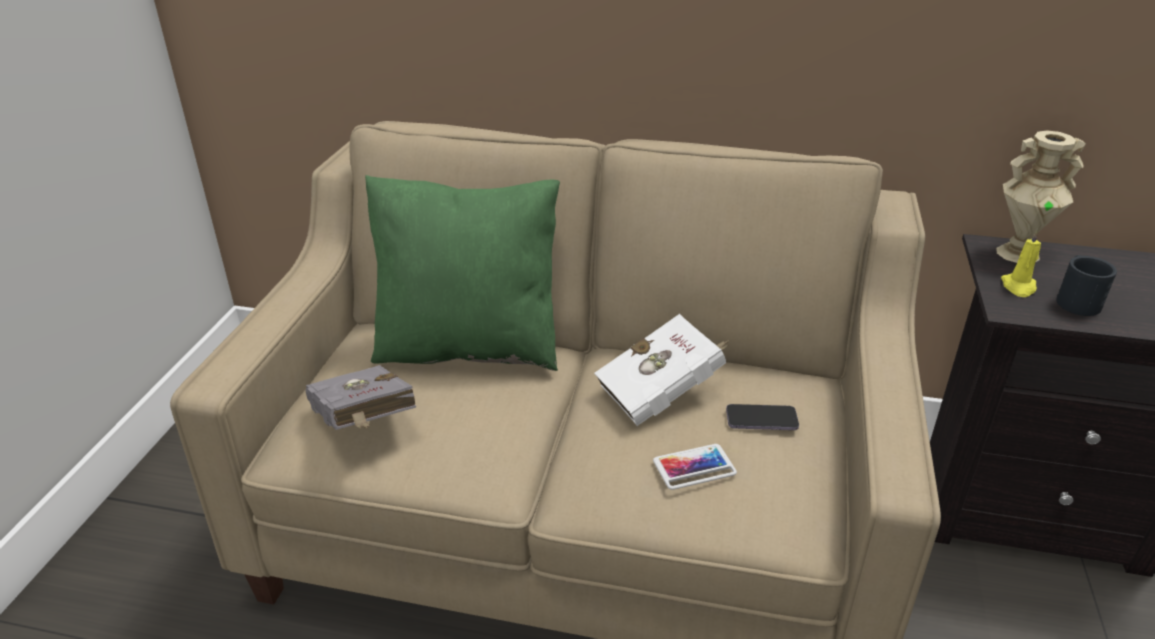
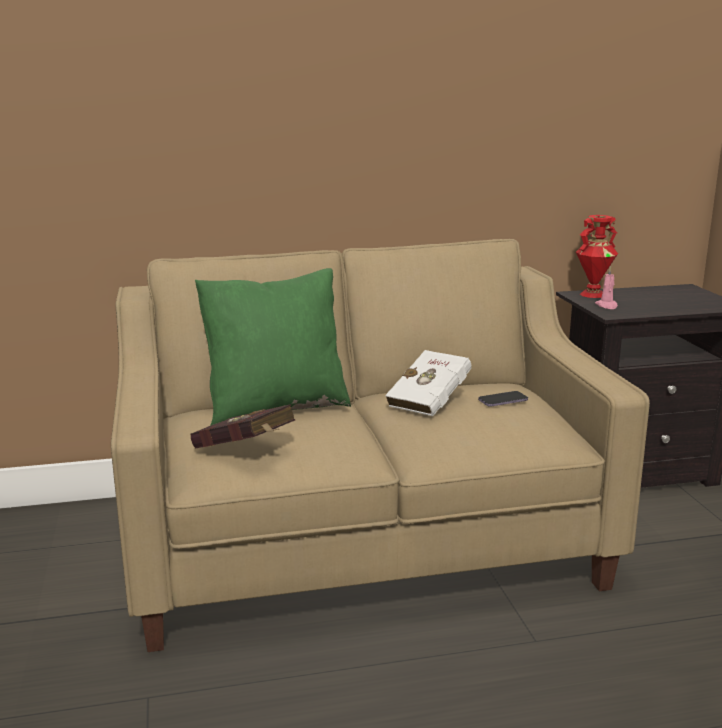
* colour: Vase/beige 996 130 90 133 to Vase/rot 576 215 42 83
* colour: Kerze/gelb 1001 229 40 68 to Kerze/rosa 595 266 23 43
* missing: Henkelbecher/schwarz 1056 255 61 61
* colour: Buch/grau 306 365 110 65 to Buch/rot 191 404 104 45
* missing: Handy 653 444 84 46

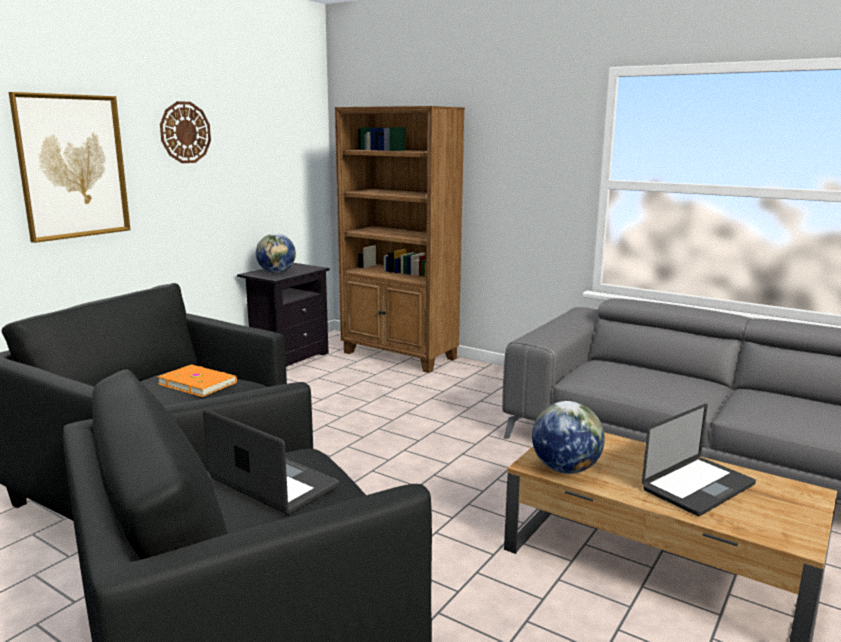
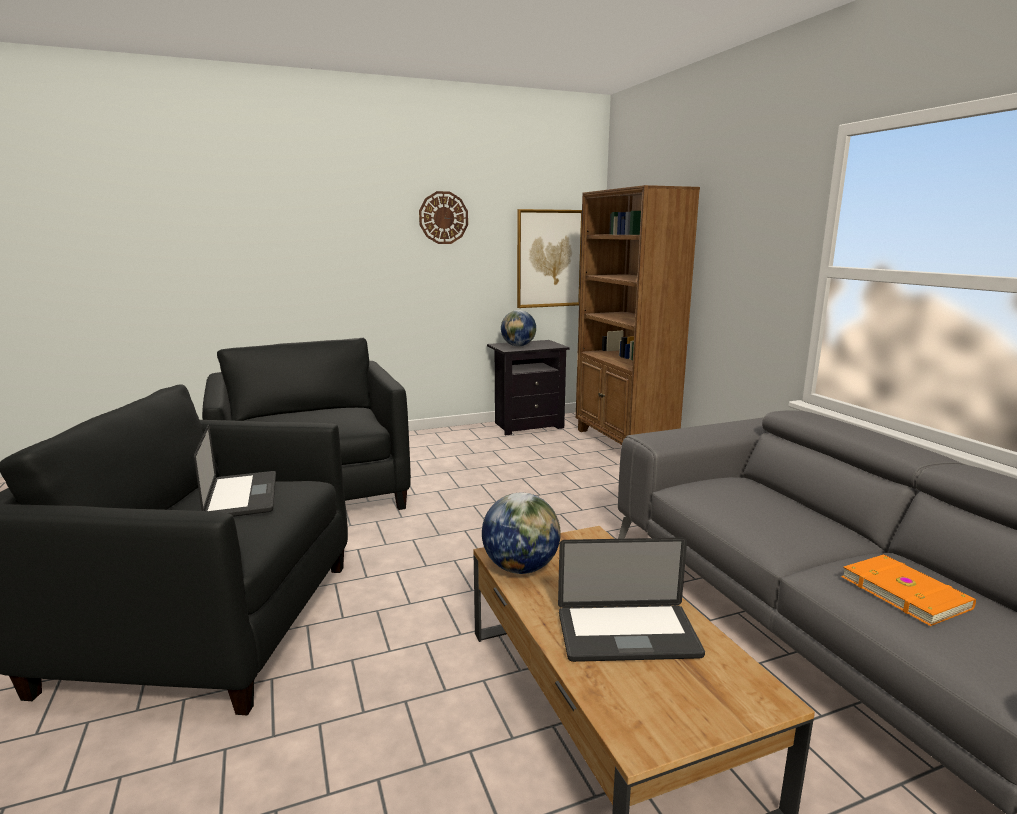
* relocated: Bild 9 92 122 151 to 517 209 65 99
* relocated: Buch/orange 157 364 80 33 to 842 554 134 72

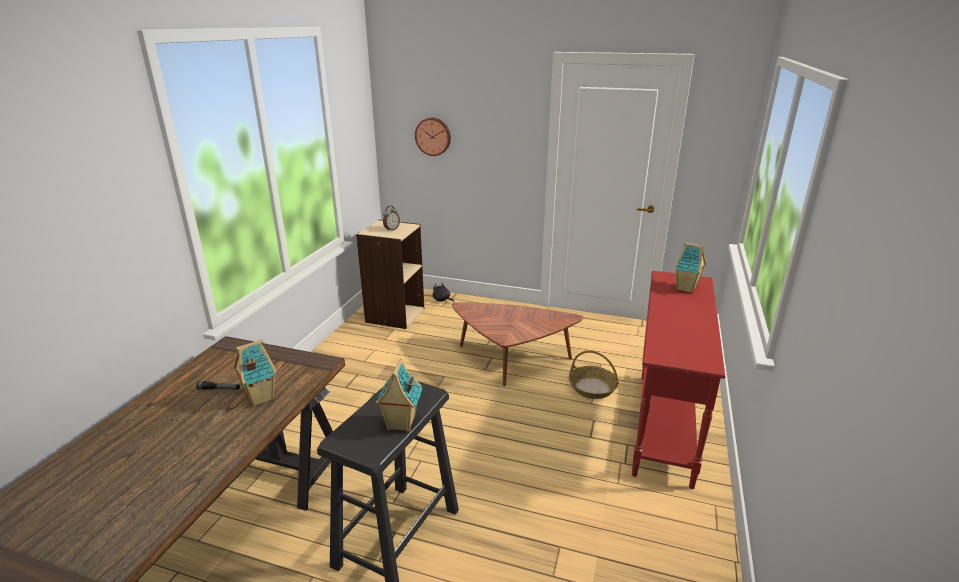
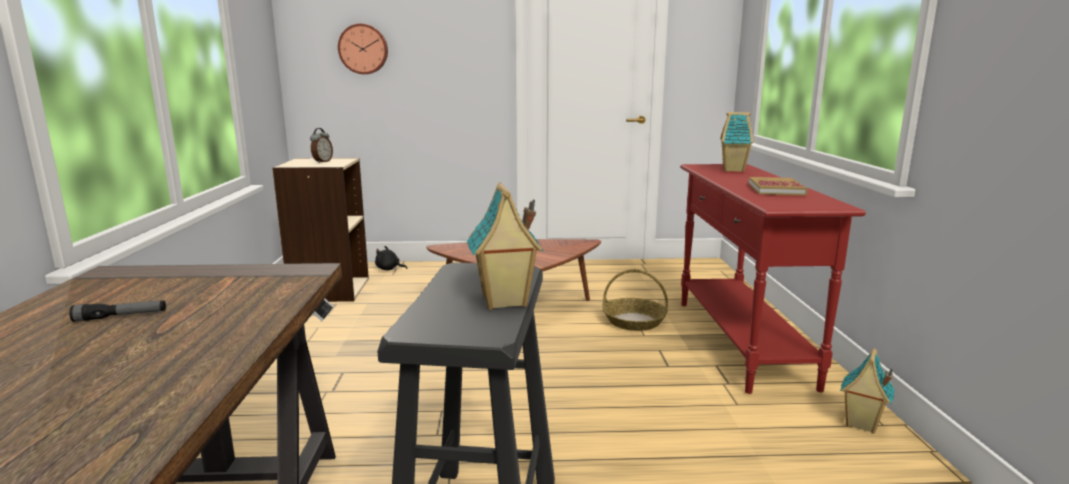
* relocated: Spielzeughaus 233 340 44 66 to 840 348 55 86
* appeared: Buch 749 177 59 19

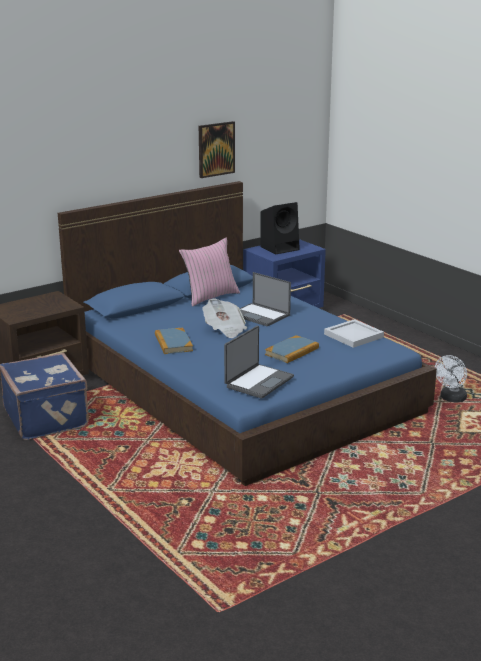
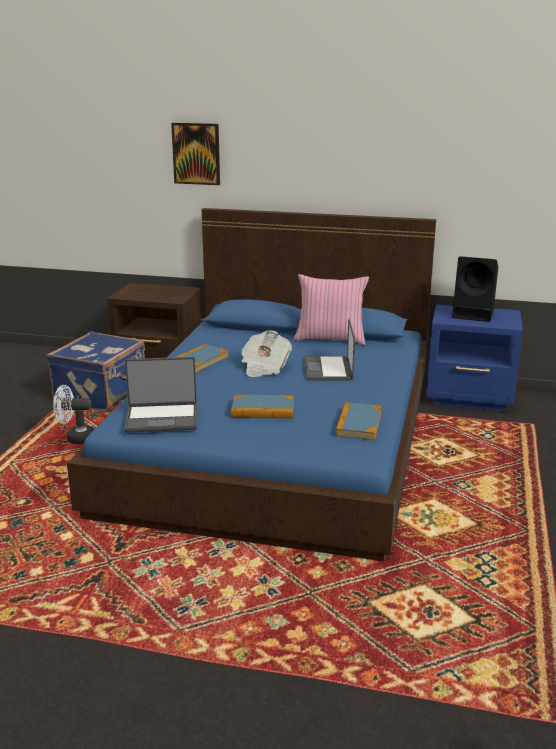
* relocated: Bild 199 121 36 57 to 171 123 49 62
* exchanged: Tablett/weiß 324 319 60 29 to Buch 335 402 47 38
* relocated: Ventilator/weiß 435 355 32 48 to 53 385 42 59

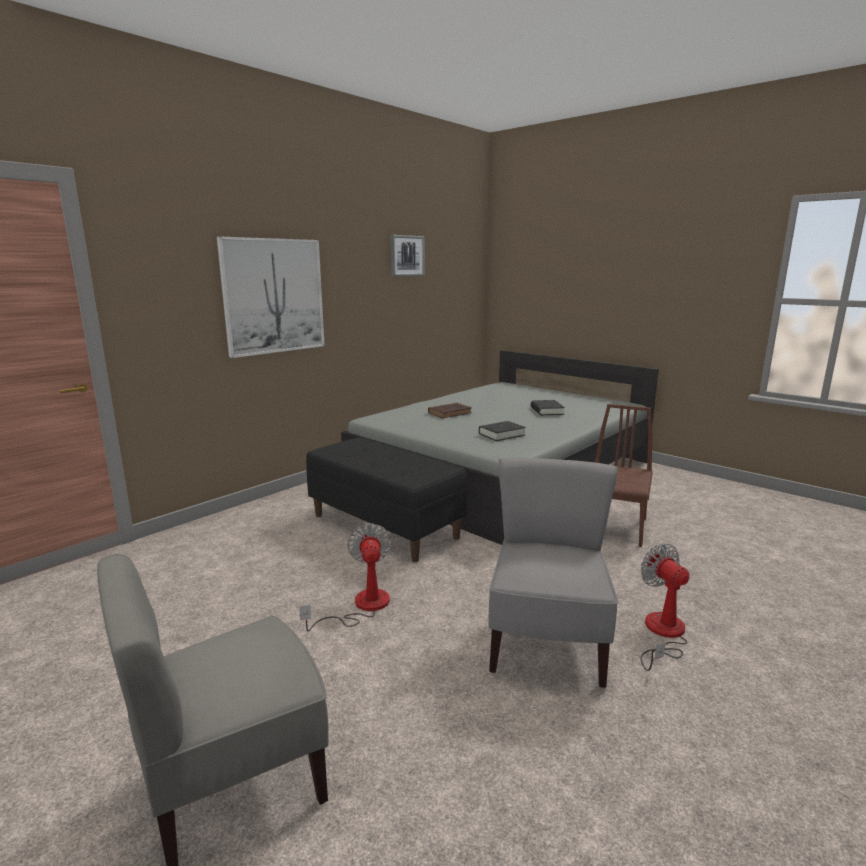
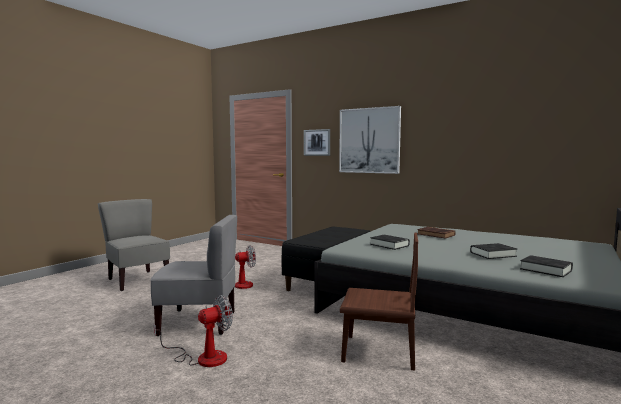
* relocated: Bild 390 235 35 42 to 304 129 26 27
* appeared: Buch/schwarz 520 255 53 22

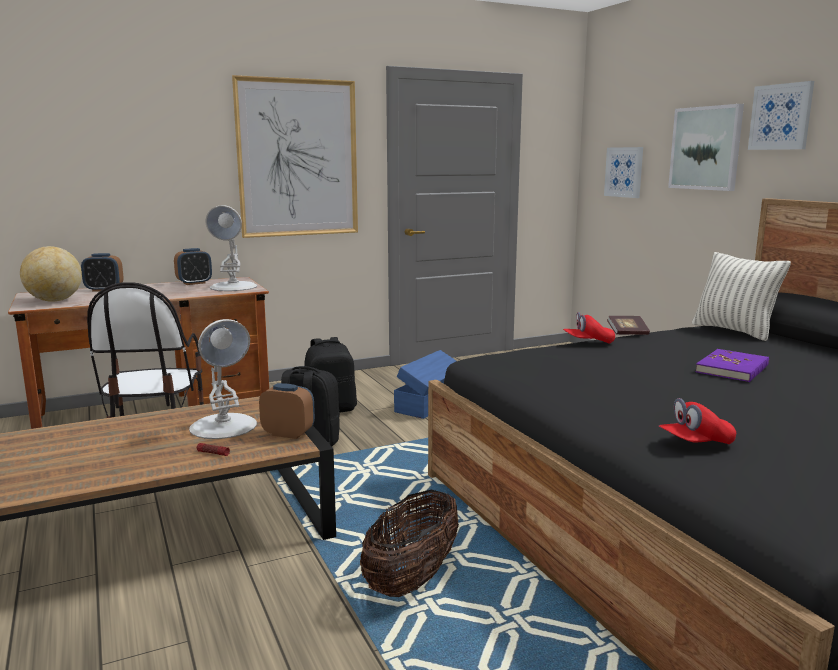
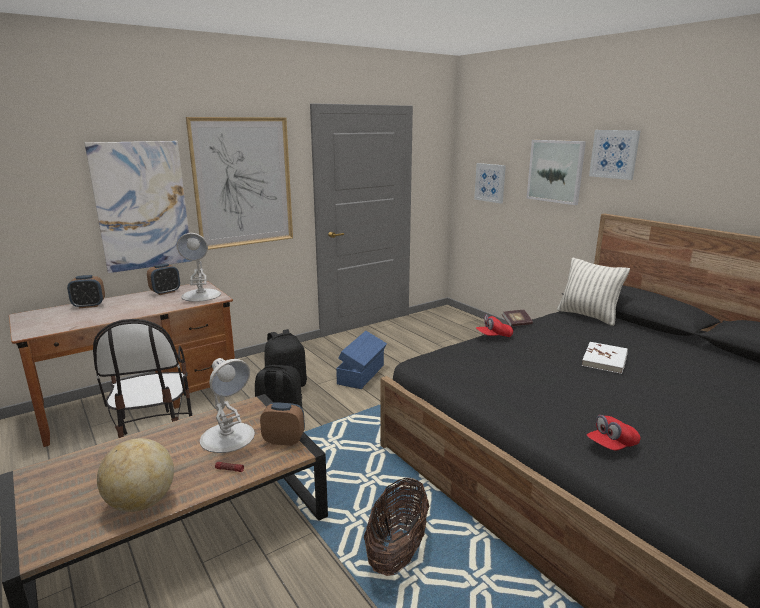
* relocated: Globus 20 246 62 56 to 97 438 77 74
* colour: Buch/lila 696 349 73 33 to Buch/weiß 582 342 46 32
* appeared: Bild 85 141 106 132

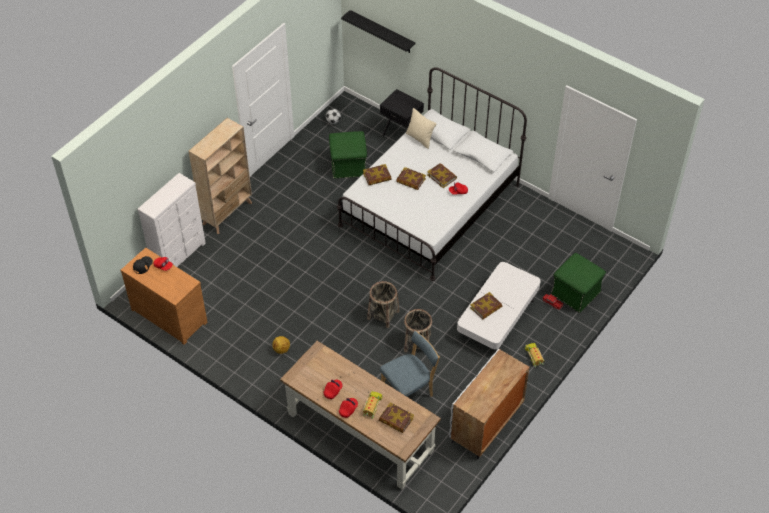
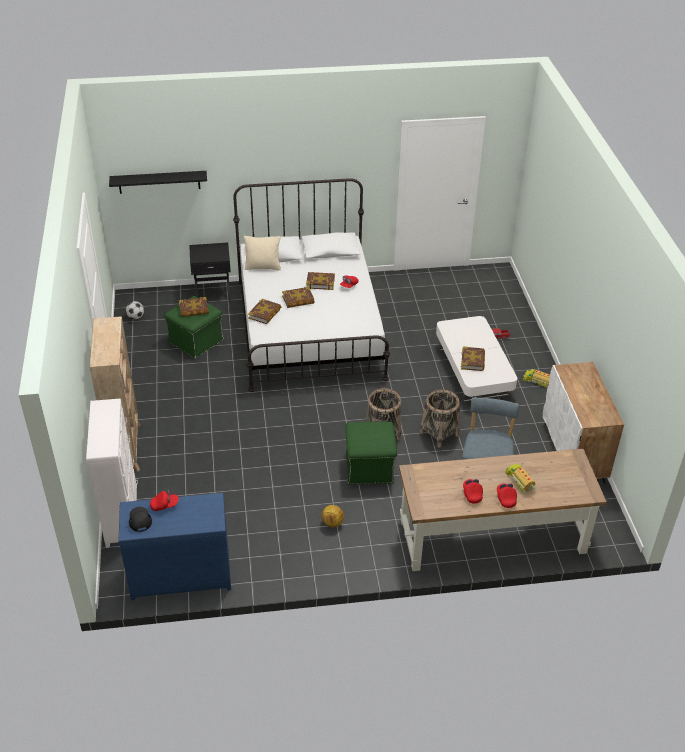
* colour: Kommode/braun 120 248 87 97 to Kommode/blau 119 493 112 107
* relocated: Polsterhocker/grün 551 253 55 60 to 345 421 52 63
* relocated: Buch 379 402 35 31 to 179 297 30 20

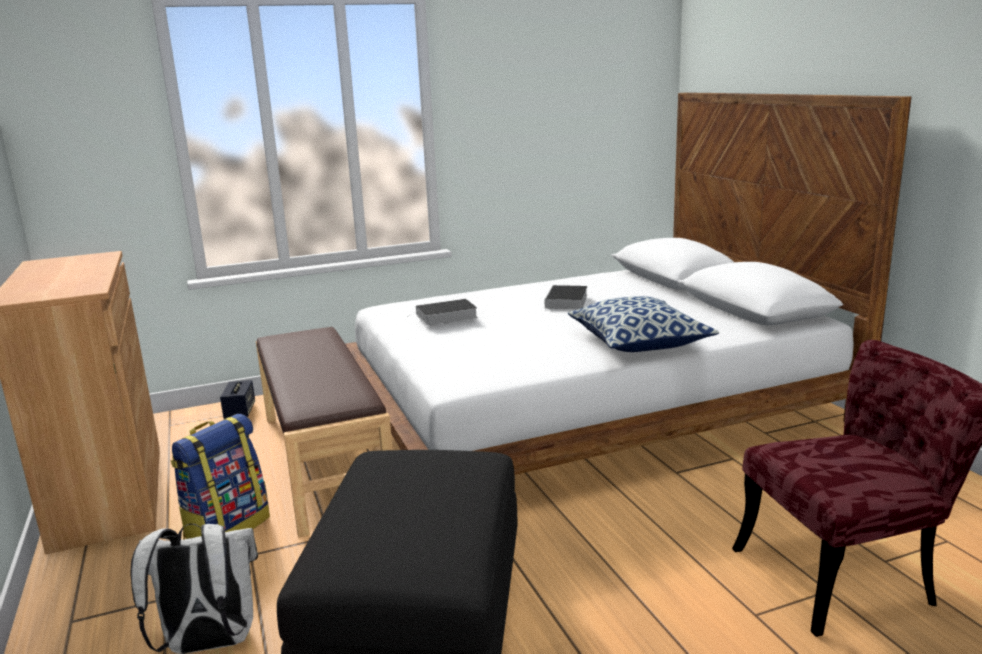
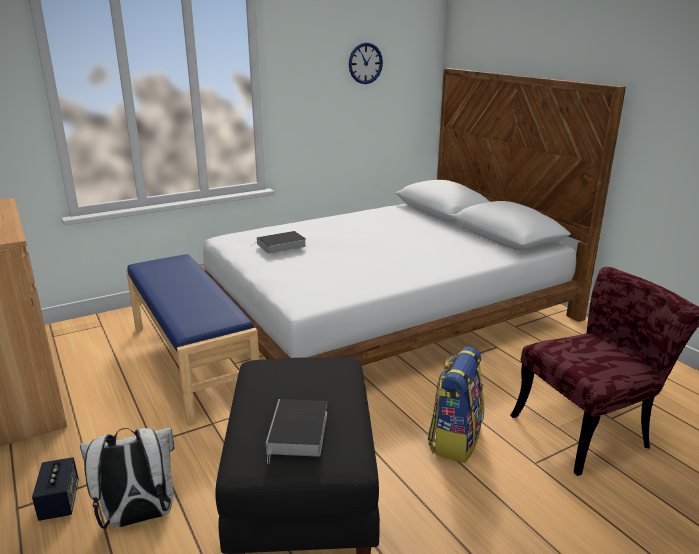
* relocated: Buch 545 285 43 24 to 266 399 61 65
* missing: Kissen 568 296 151 56
* colour: Bank/braun 256 327 137 210 to Bank/blau 126 254 133 172
* relocated: Lautsprecher 220 380 35 39 to 32 457 47 64
* relocated: Rucksack 171 414 99 125 to 428 347 56 116
* appeared: Wanduhr 349 43 34 41

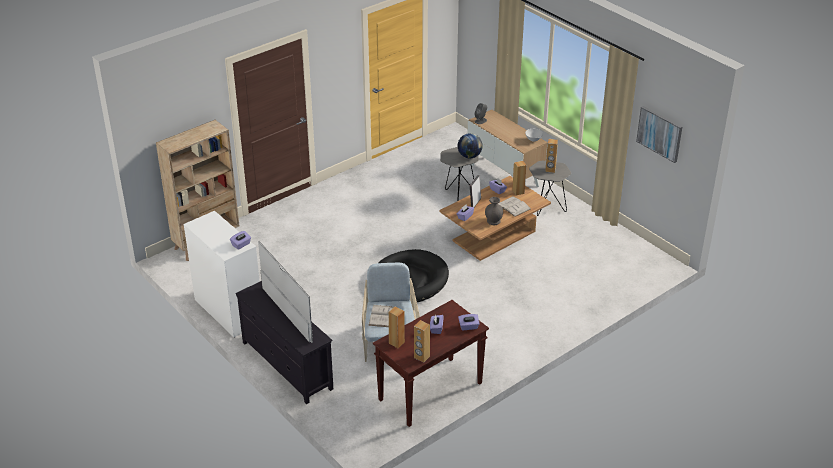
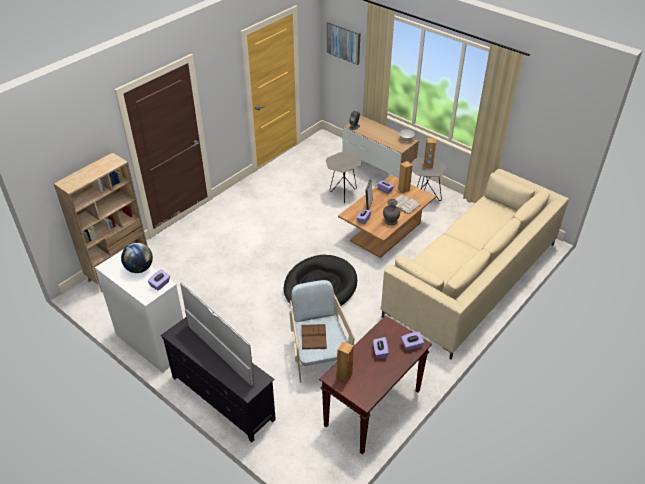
* relocated: Bild 636 106 46 57 to 327 21 33 44
* relocated: Globus 458 133 25 25 to 121 243 32 30
* colour: Buch/weiß 368 305 26 22 to Buch/braun 301 324 26 26
* missing: Lautsprecher/braun 414 320 16 43
* appeared: Sofa/beige 380 169 189 190

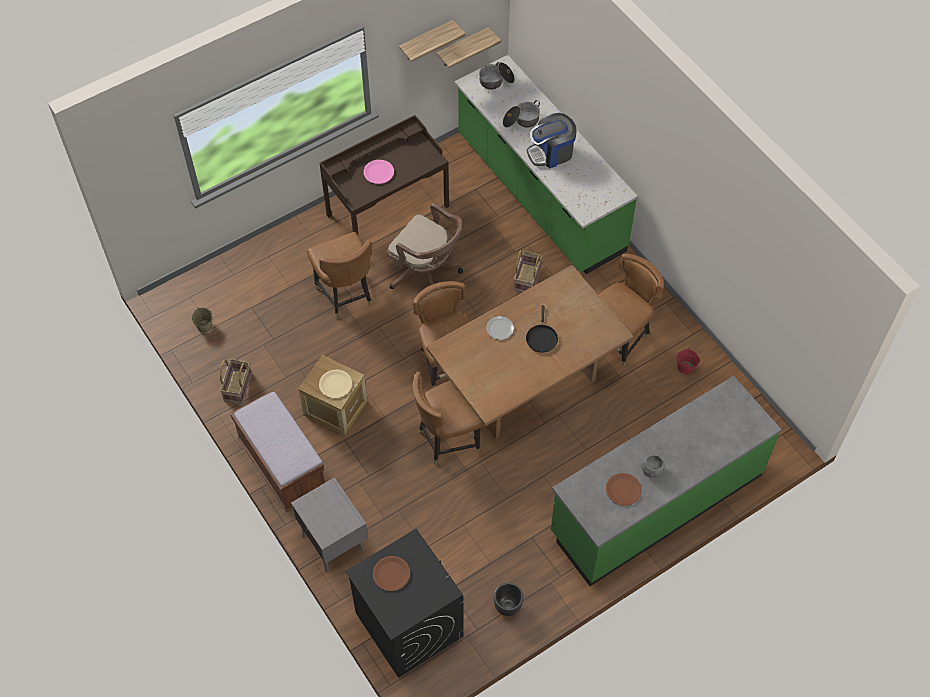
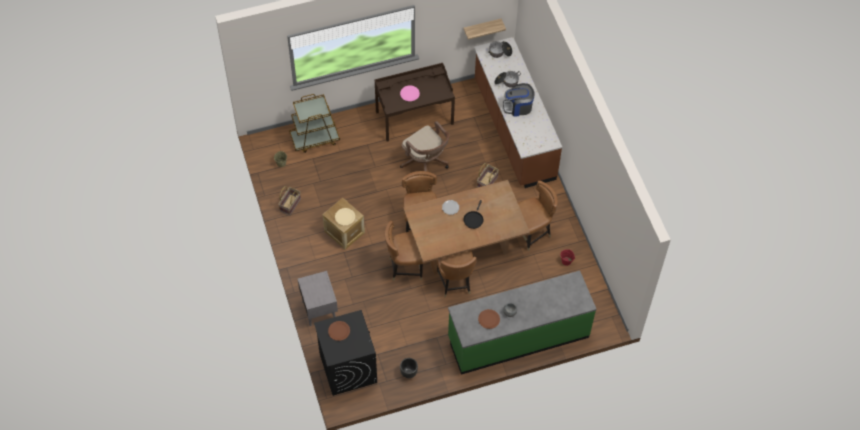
* missing: Wandregal 399 20 67 42
* colour: Küchenzeile/grün 455 55 183 219 to Küchenzeile/braun 474 37 88 151
* relocated: Stuhl/braun 307 232 65 87 to 437 250 40 48
* missing: Bank/braun 230 390 95 122
* appeared: Rollwagen/braun 289 94 51 59

